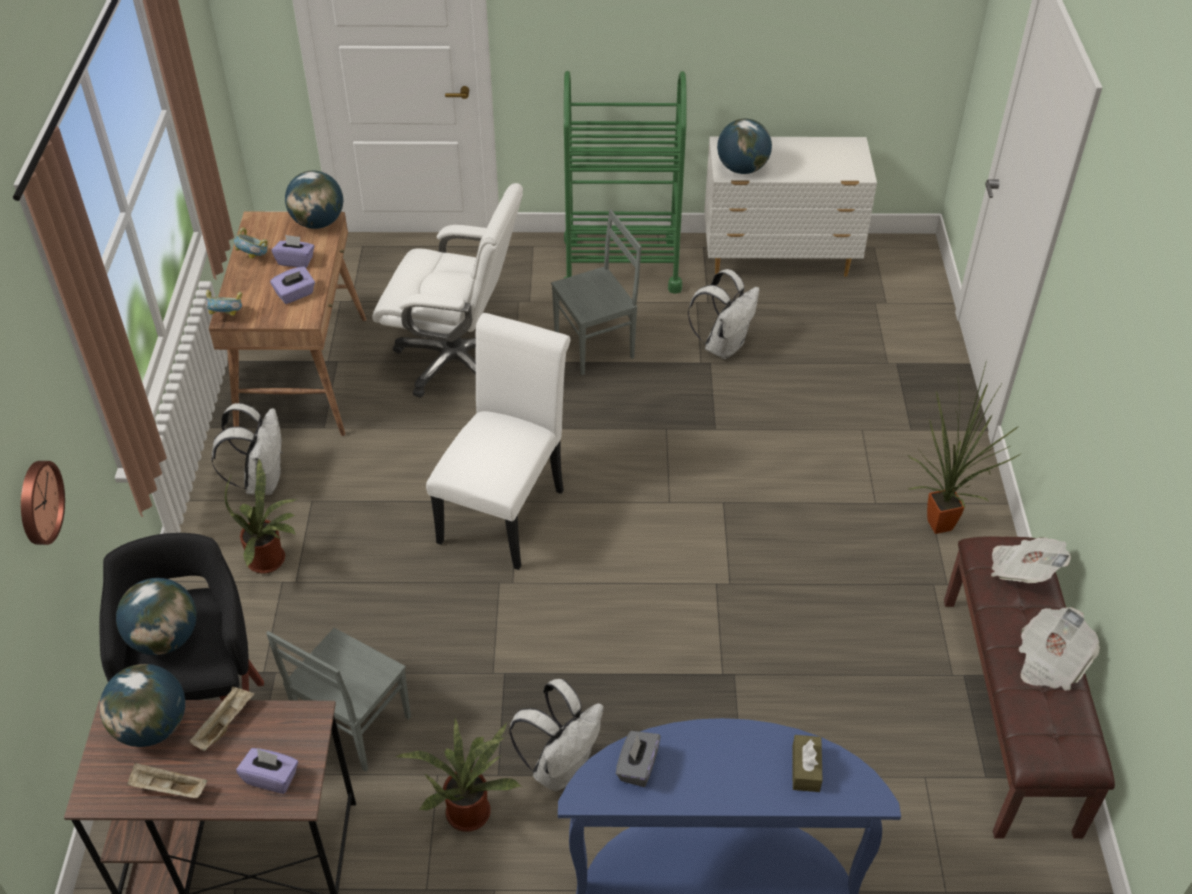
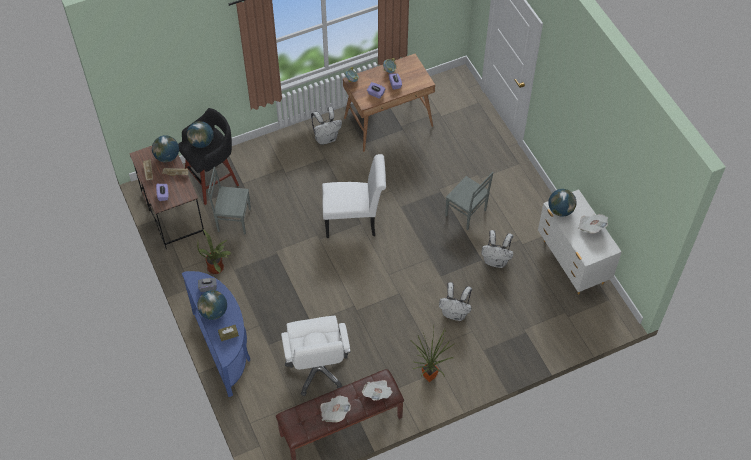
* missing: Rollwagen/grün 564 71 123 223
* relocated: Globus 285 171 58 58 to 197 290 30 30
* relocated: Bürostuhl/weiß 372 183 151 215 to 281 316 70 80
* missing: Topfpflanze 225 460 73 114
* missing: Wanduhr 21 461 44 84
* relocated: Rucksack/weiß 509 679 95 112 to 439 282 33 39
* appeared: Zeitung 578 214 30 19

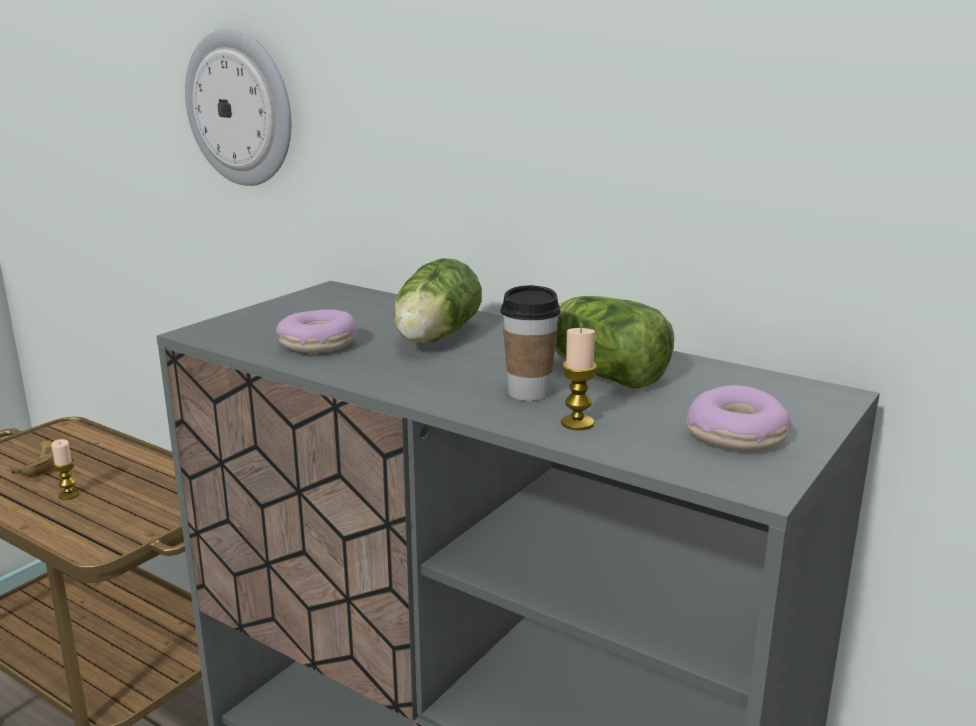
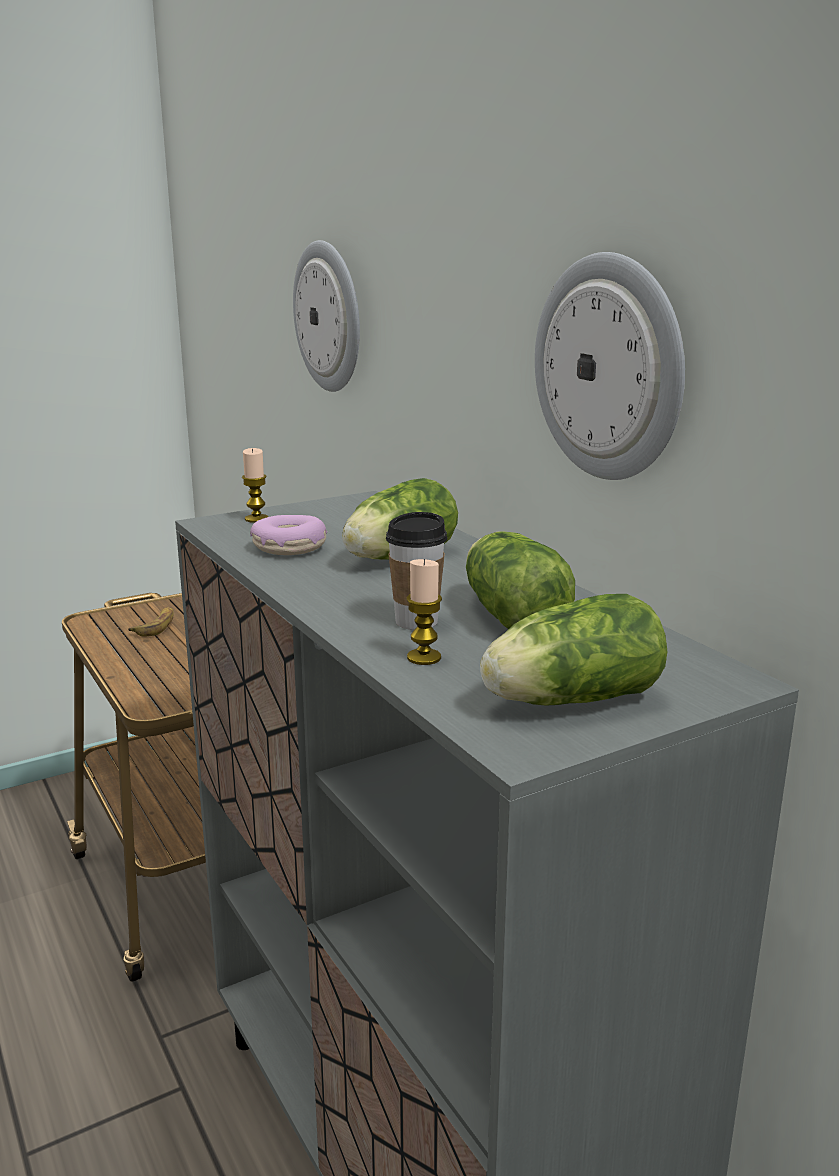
* exchanged: Donut 687 385 104 66 to Salatkopf 480 594 188 111
* relocated: Kerze 51 439 29 61 to 242 448 26 75
* appeared: Wanduhr 535 252 150 228

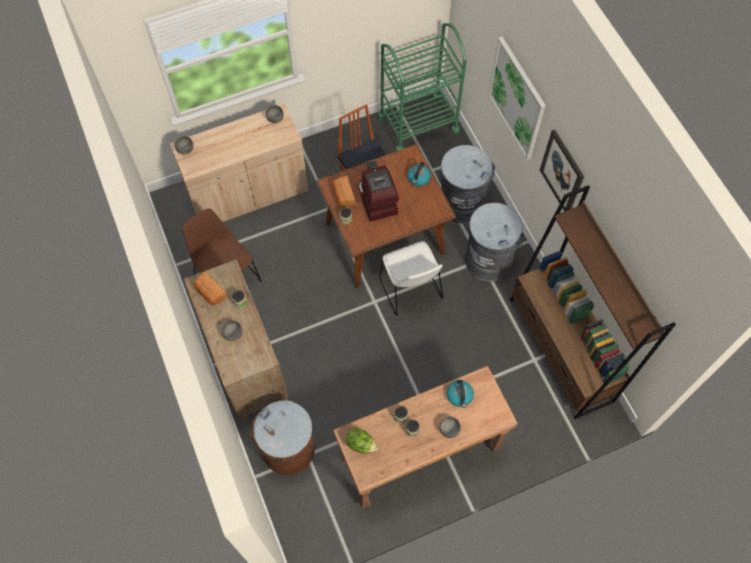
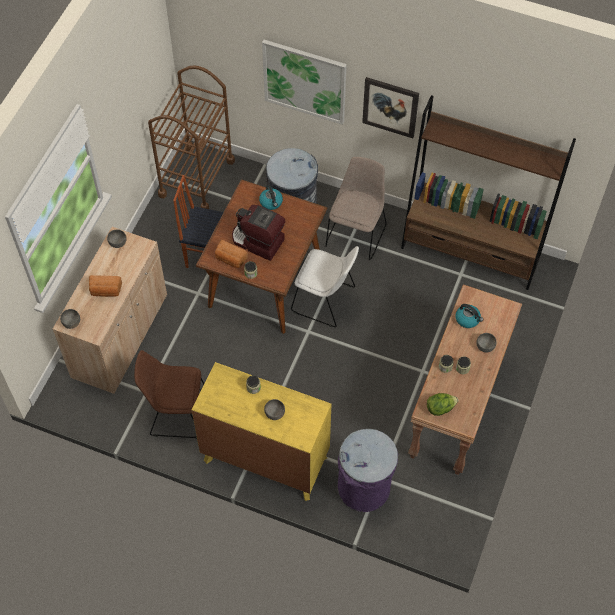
* colour: Rollwagen/grün 378 23 89 128 to Rollwagen/braun 148 66 87 143
* exchanged: Mülleimer/grau 465 203 58 79 to Stuhl/beige 325 157 62 103
* colour: Kommode/braun 184 259 105 163 to Kommode/gelb 192 362 140 139
* relocated: Brot 194 271 33 35 to 89 275 33 22
* colour: Mülleimer/braun 249 401 66 74 to Mülleimer/lila 337 429 61 83

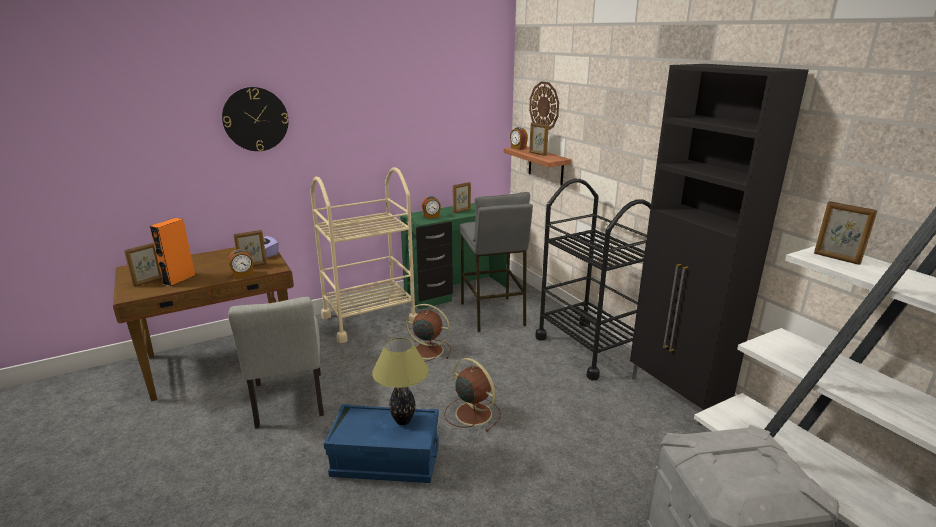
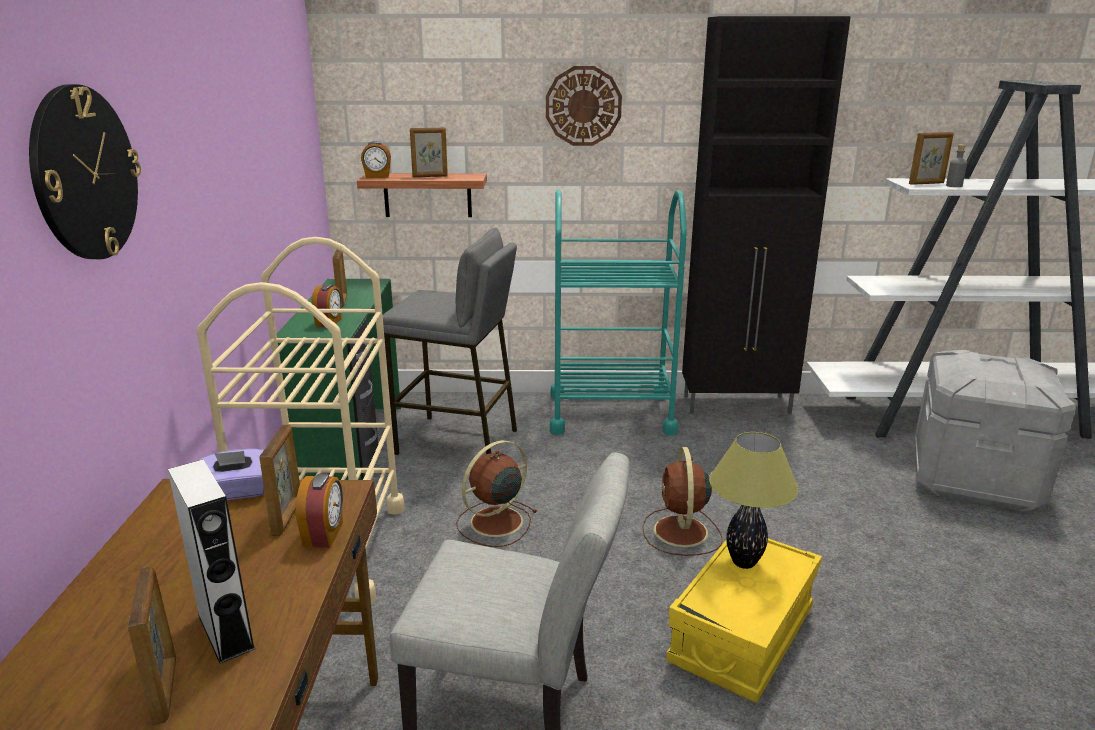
* relocated: Wanduhr 529 81 30 49 to 546 66 76 80
* colour: Rollwagen/schwarz 535 179 116 202 to Rollwagen/türkis 550 190 137 246
* colour: Lautsprecher/orange 150 218 46 68 to Lautsprecher/grau 168 459 87 205
* spun: Ventilator/braun 444 358 57 74 = 642 447 81 109 75 degrees counterclockwise
* colour: Aufbewahrungsbox/blau 323 404 116 79 to Aufbewahrungsbox/gelb 666 538 156 165
* appeared: Flasche/grau 946 144 21 43

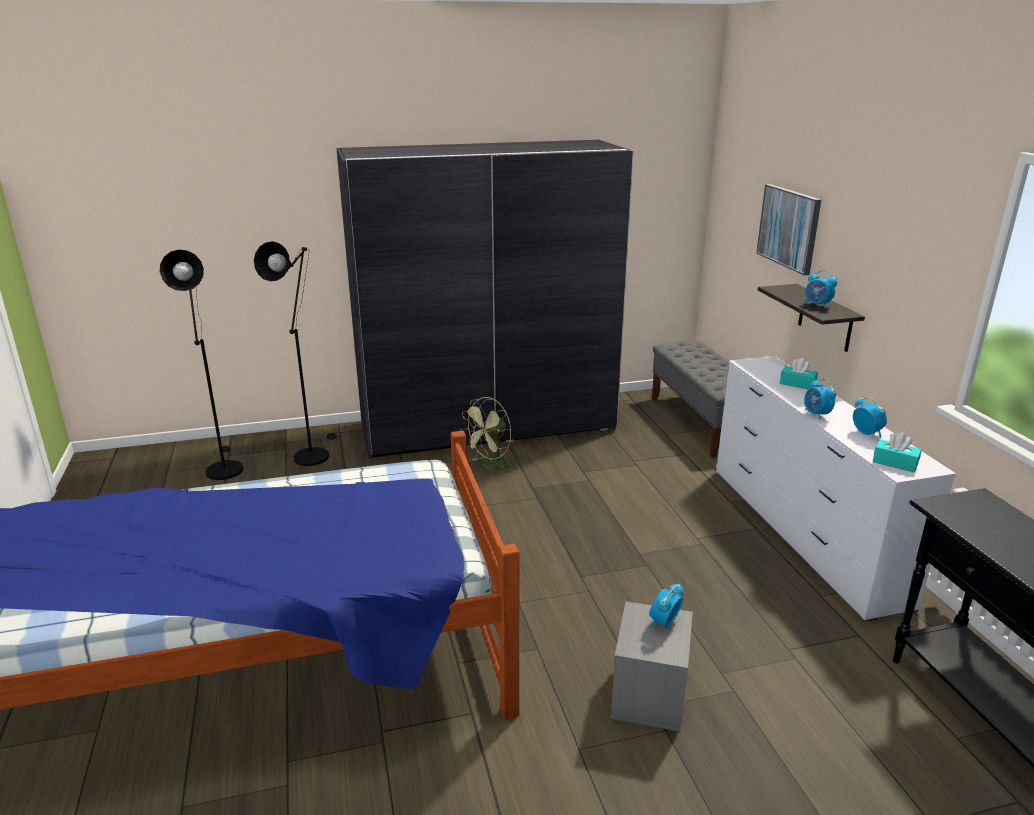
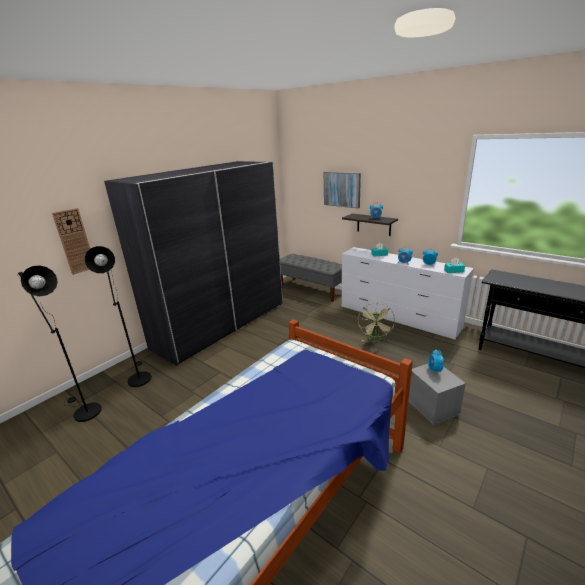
* relocated: Ventilator/grün 460 397 58 76 to 358 303 37 40
* appeared: Wanduhr 52 208 38 67

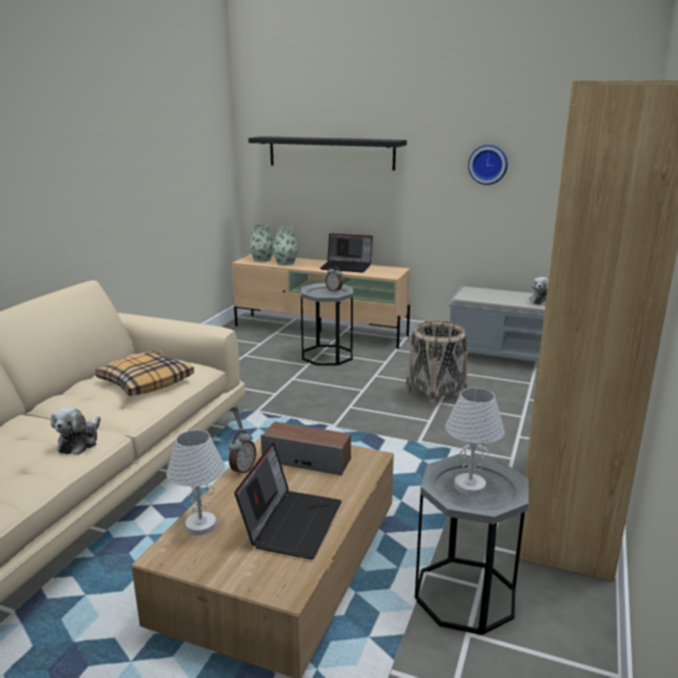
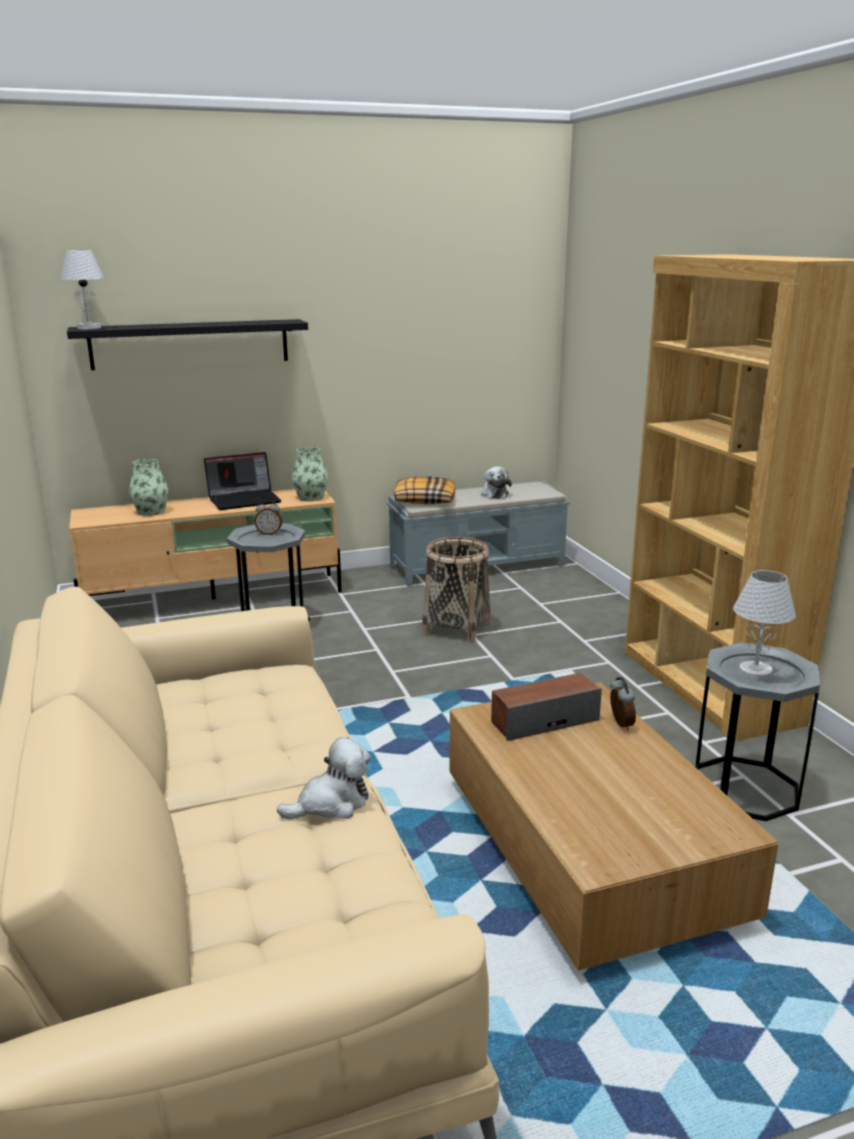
* missing: Wanduhr 468 145 40 40
* relocated: Vase 249 225 25 37 to 292 447 36 54
* relocated: Kissen 95 350 99 46 to 394 476 61 28
* spun: Plüschtier 51 407 50 48 = 277 737 94 83 90 degrees counterclockwise
* relocated: Tischlampe/weiß 166 430 59 105 to 60 250 44 79
* relocated: Wecker 229 431 27 45 to 610 677 26 54
* missing: Laptop 234 442 108 117

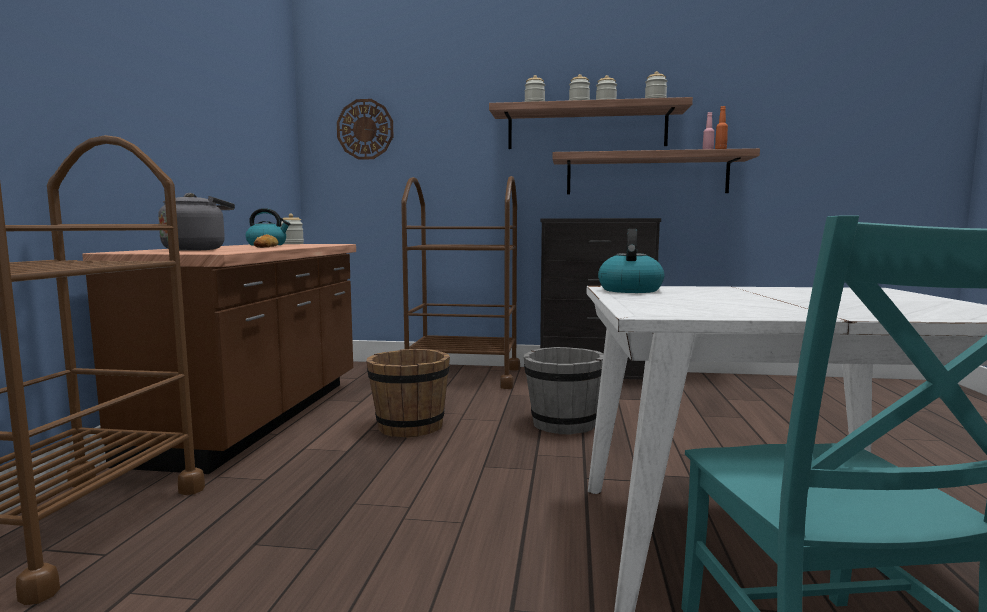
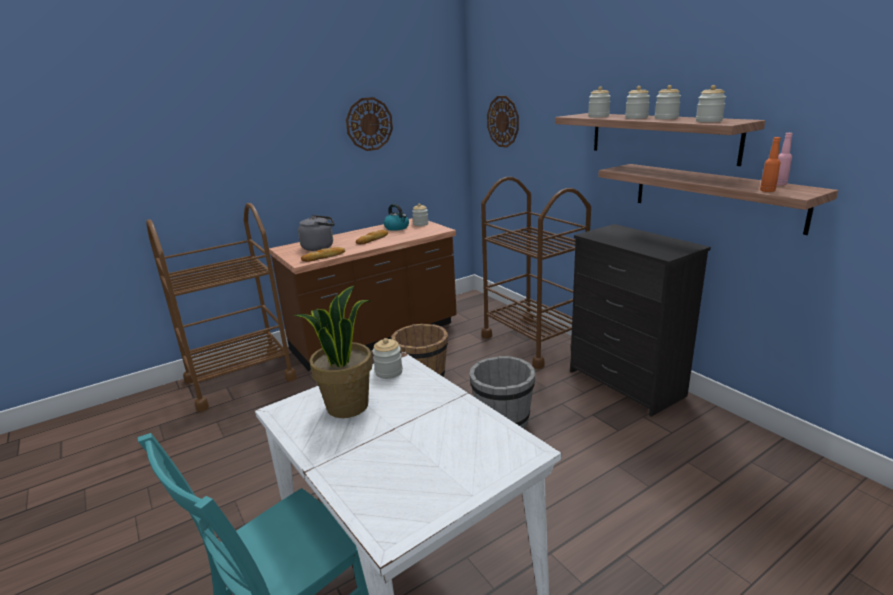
* exchanged: Wasserkessel 598 229 66 64 to Vorratsglas 372 338 31 41
* appeared: Wanduhr 346 97 47 54
* appeared: Brot 301 247 44 15
* appeared: Topfpflanze 294 285 79 133

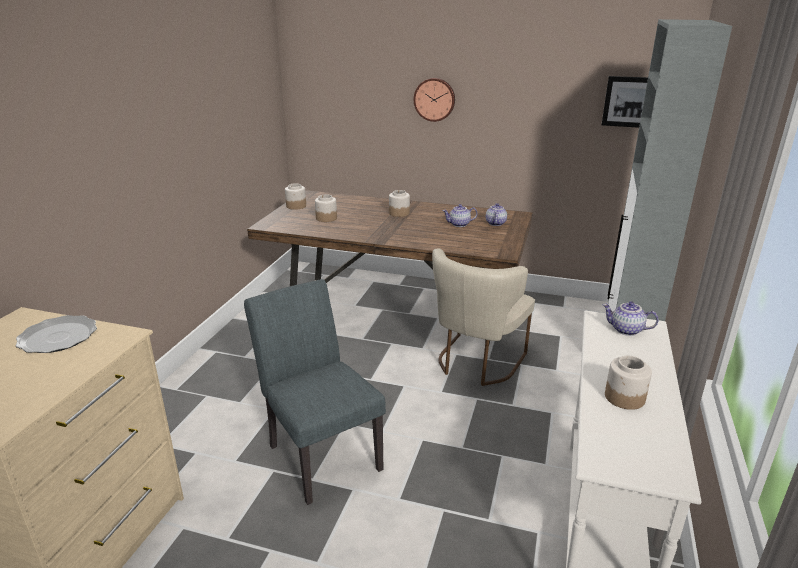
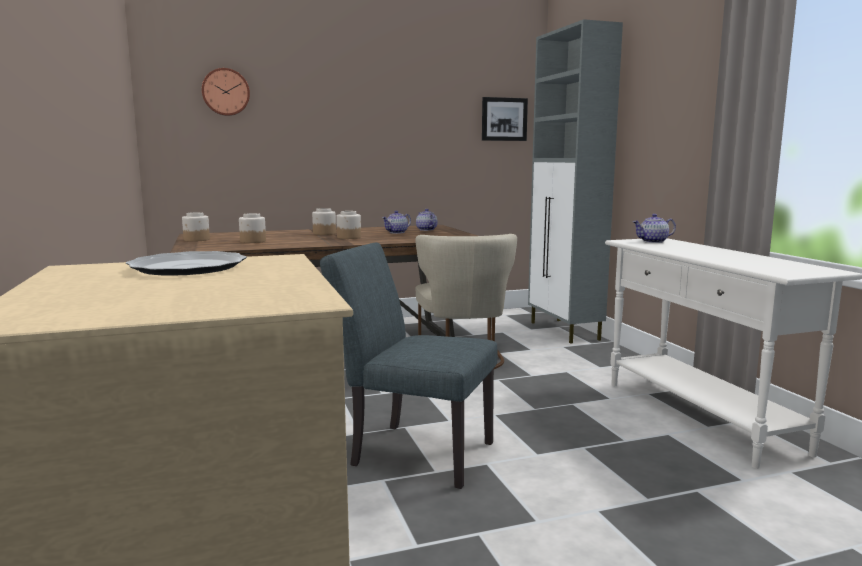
* relocated: Wanduhr 414 78 41 44 to 202 68 48 48
* relocated: Vorratsglas 605 356 47 54 to 336 211 25 28

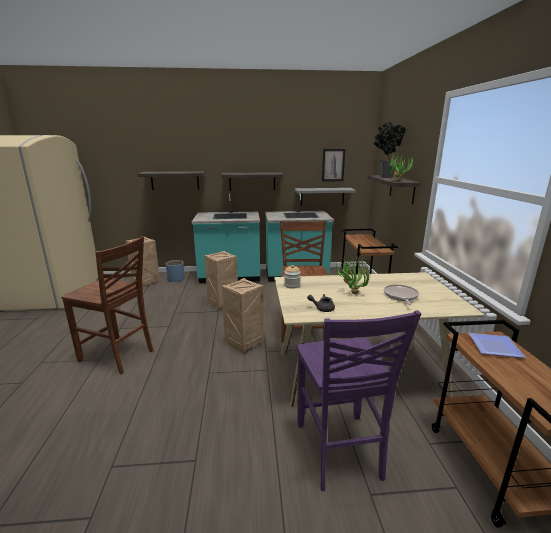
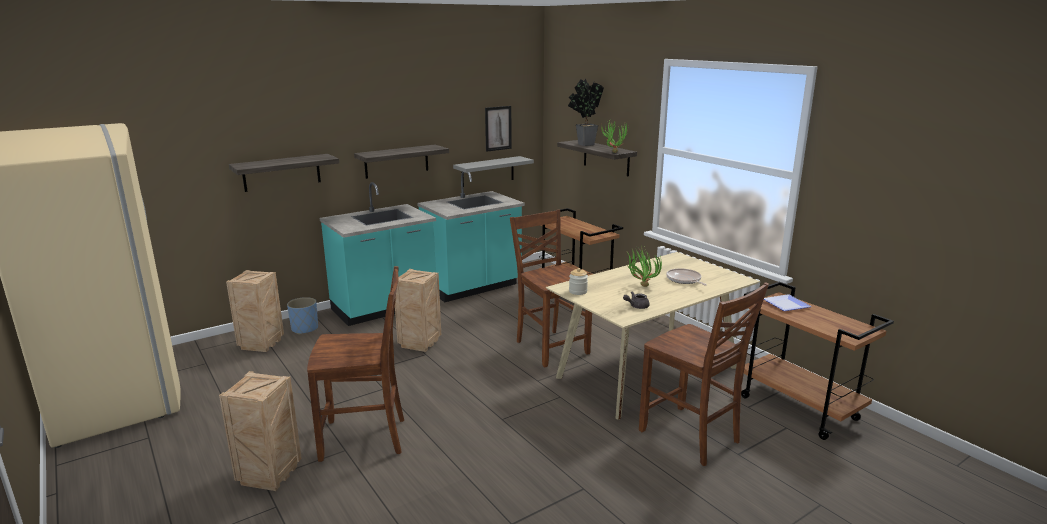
* relocated: Kiste 222 278 42 75 to 219 371 83 120
* colour: Stuhl/lila 297 310 125 181 to Stuhl/braun 639 282 130 184

